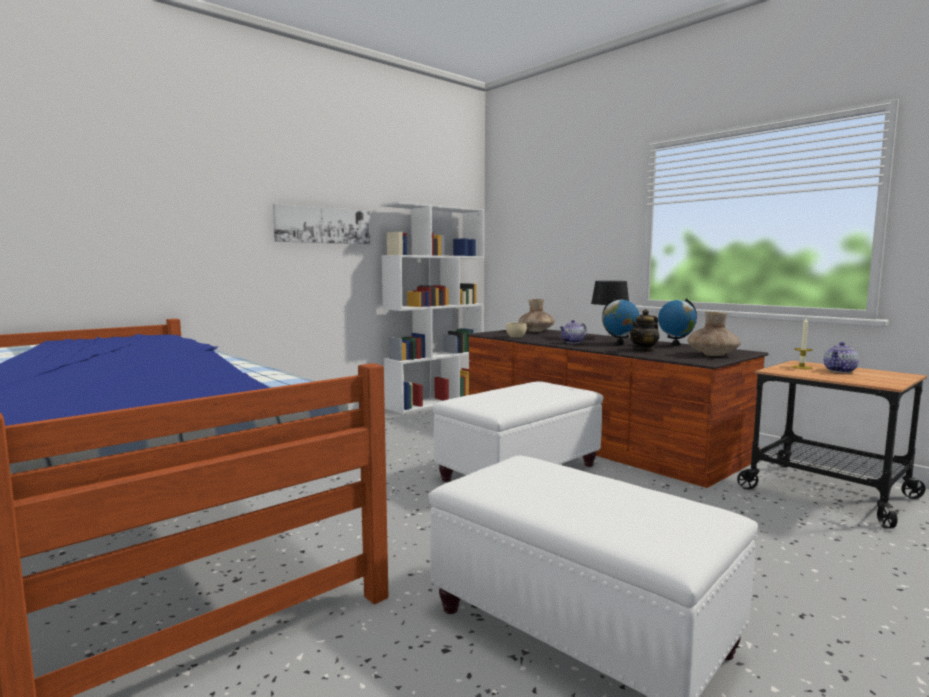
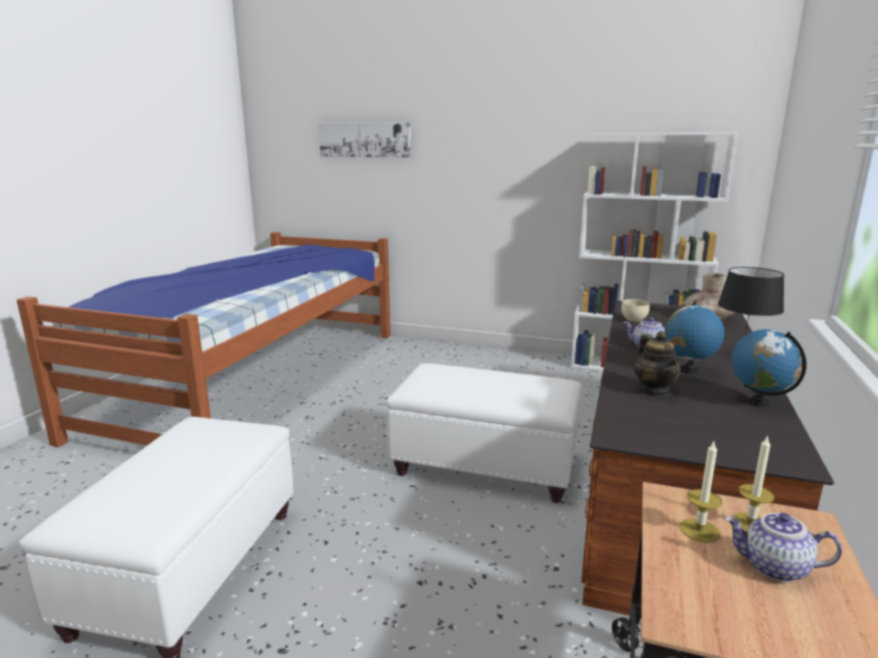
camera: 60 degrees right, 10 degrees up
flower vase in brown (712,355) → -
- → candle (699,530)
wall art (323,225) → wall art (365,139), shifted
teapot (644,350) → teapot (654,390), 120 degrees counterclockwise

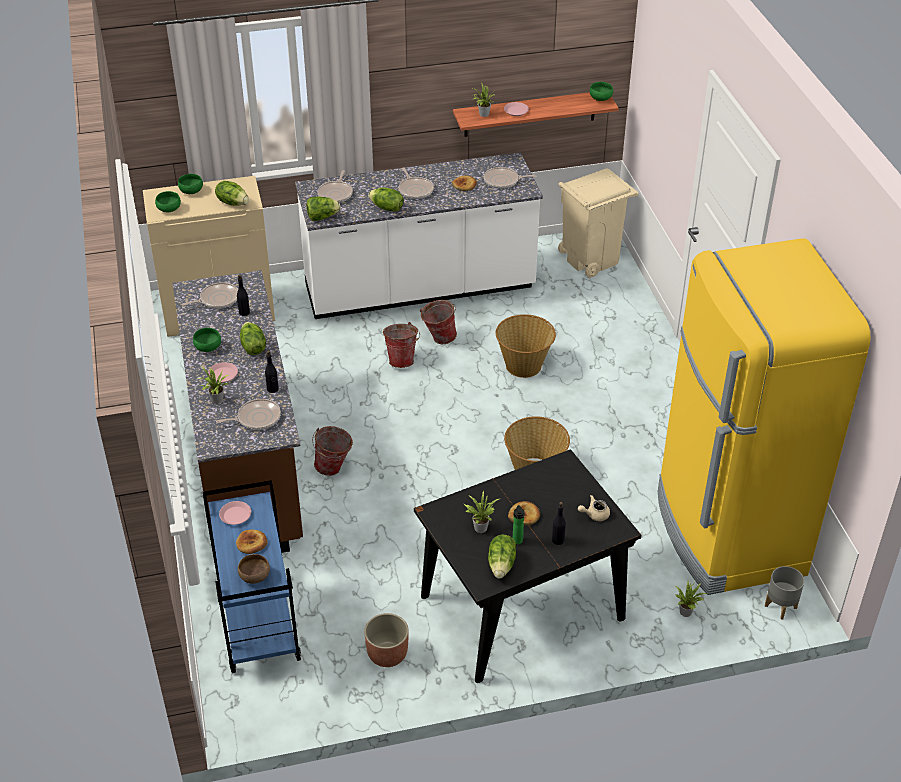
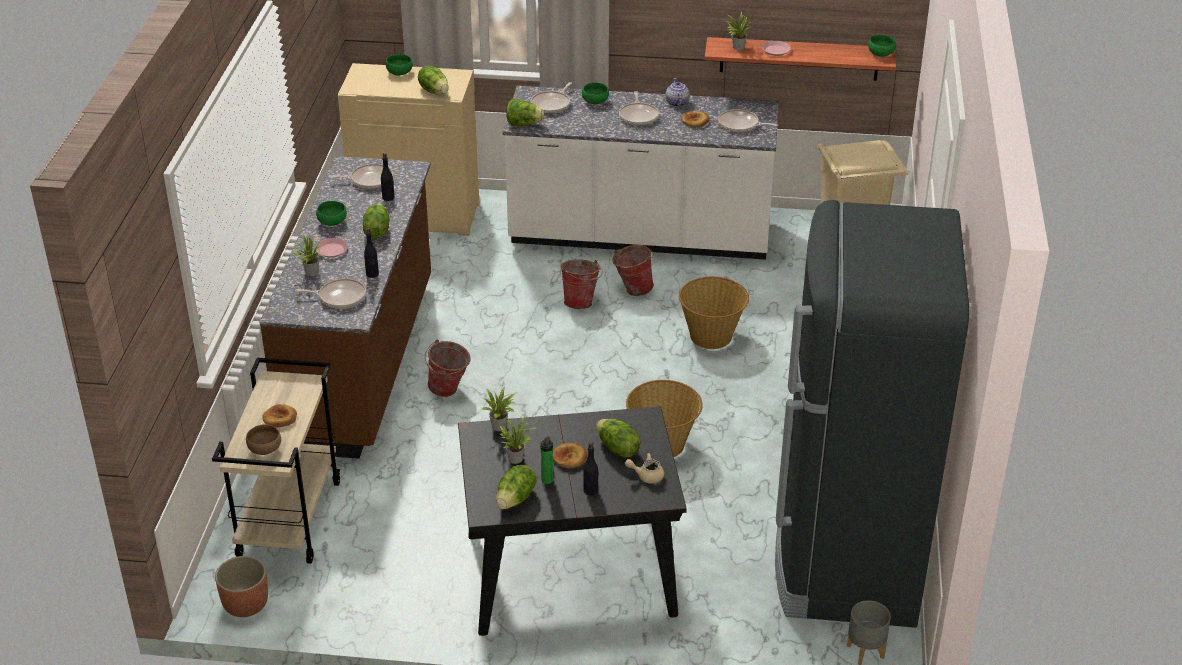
camera: 20 degrees right, 5 degrees down
dinner plate in pinkish (235,515) → -
- → teapot (676,103)
bowl in greenish (169,209) → bowl in greenish (596,102), shifted
flower pot (387,654) → flower pot (245,604), shifted
head of lettuce (386,208) → head of lettuce (617,449), shifted
potted plant (687,611) → potted plant (501,426), shifted
cart in blue (258,623) → cart in beige (289,518)
kitchen fridge in yellow-coloured (727,534) → kitchen fridge in black (846,561)

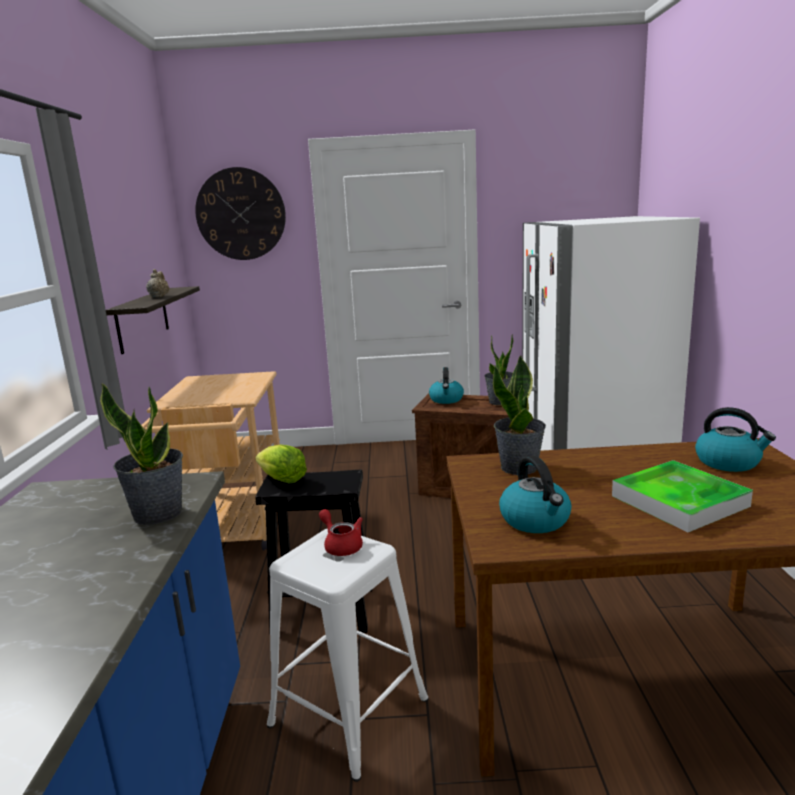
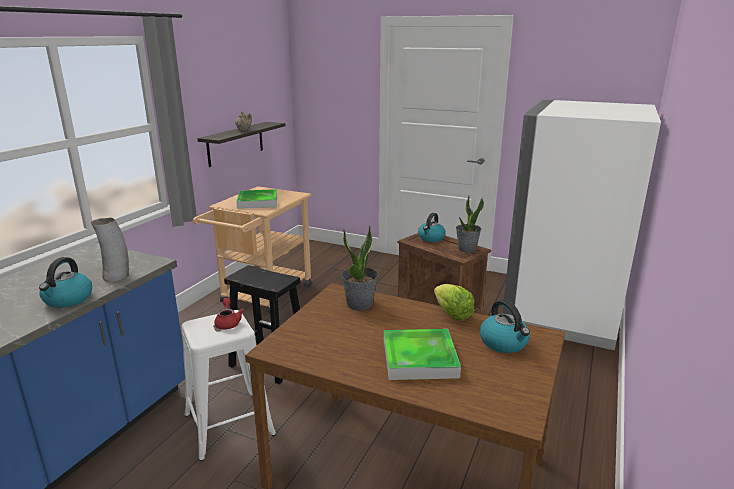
camera: 25 degrees right, 5 degrees up
hanging clock (241,214) → -
- → tray (257,202)
head of lettuce (282,479) → head of lettuce (452,314), shifted
kettle (536,520) → kettle (68,299), shifted
potted plant (158,513) → flower vase (117,276)

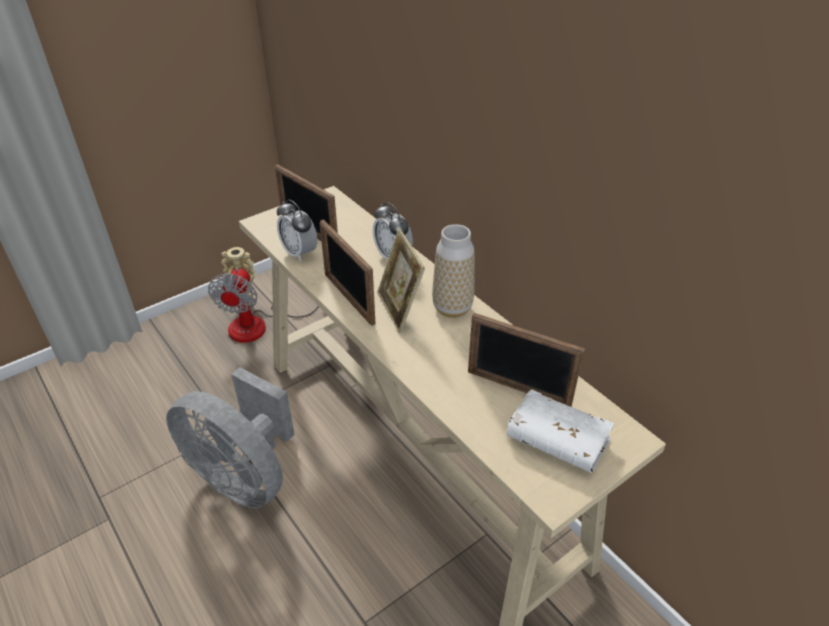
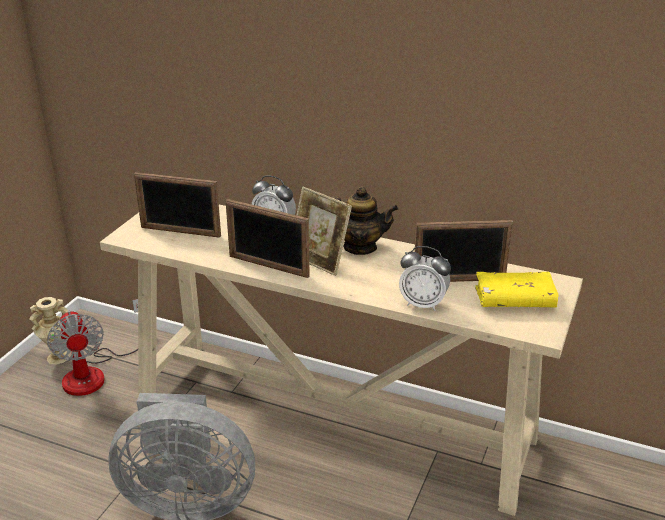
camera: 30 degrees left, 10 degrees down
bedside clock (299,253) → bedside clock (423,304), shifted
flower vase (452,308) → teapot (359,247)
volume in white (557,439) → volume in yellow-coloured (514,300)

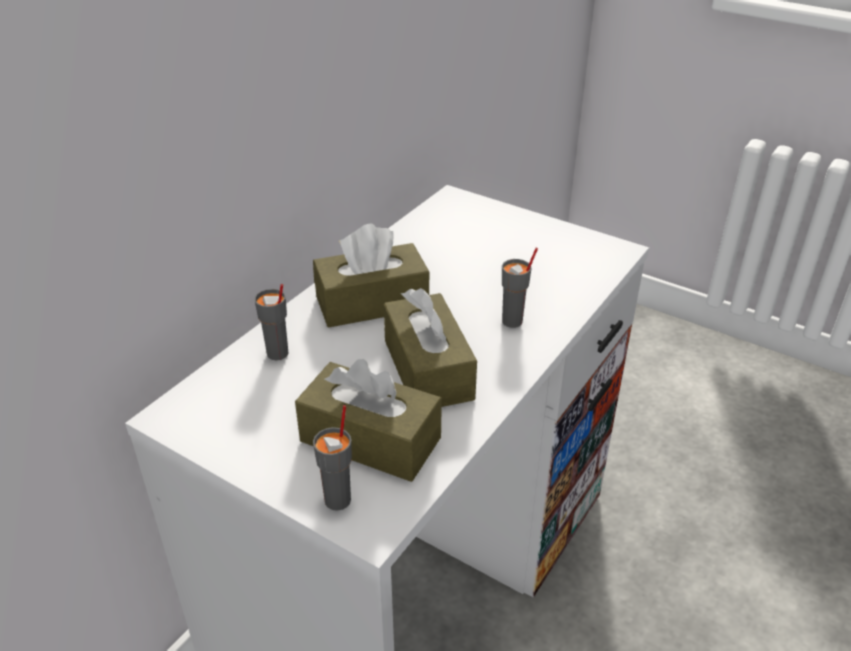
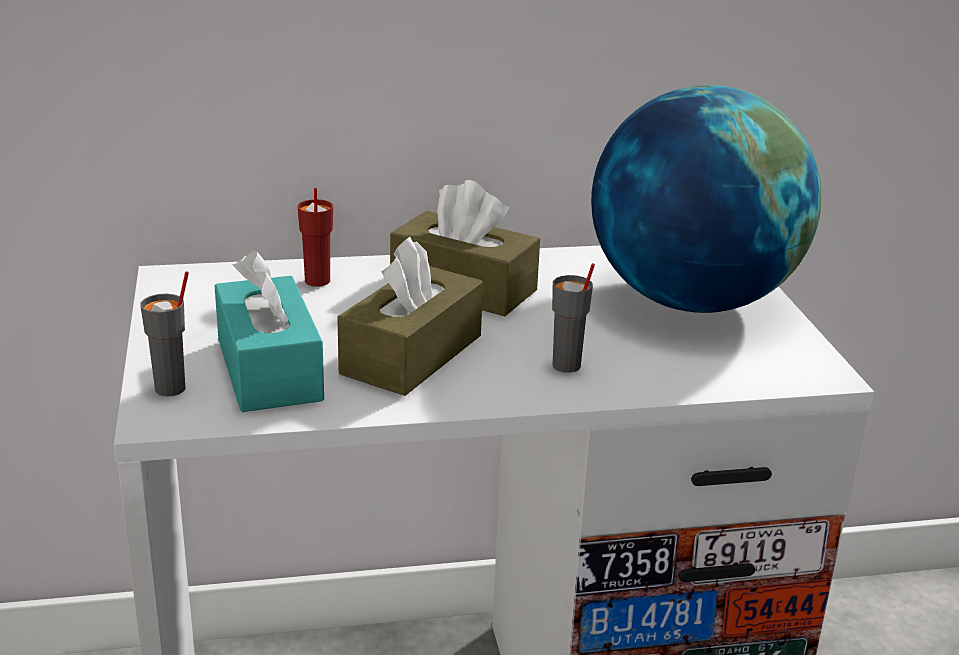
camera: 45 degrees right, 10 degrees down
- → desk globe (691,300)
small cup in gray (278,354) → small cup in red-coloured (317,281)
tissue box in brown (370,439) → tissue box in turquoise-coloured (269,369)

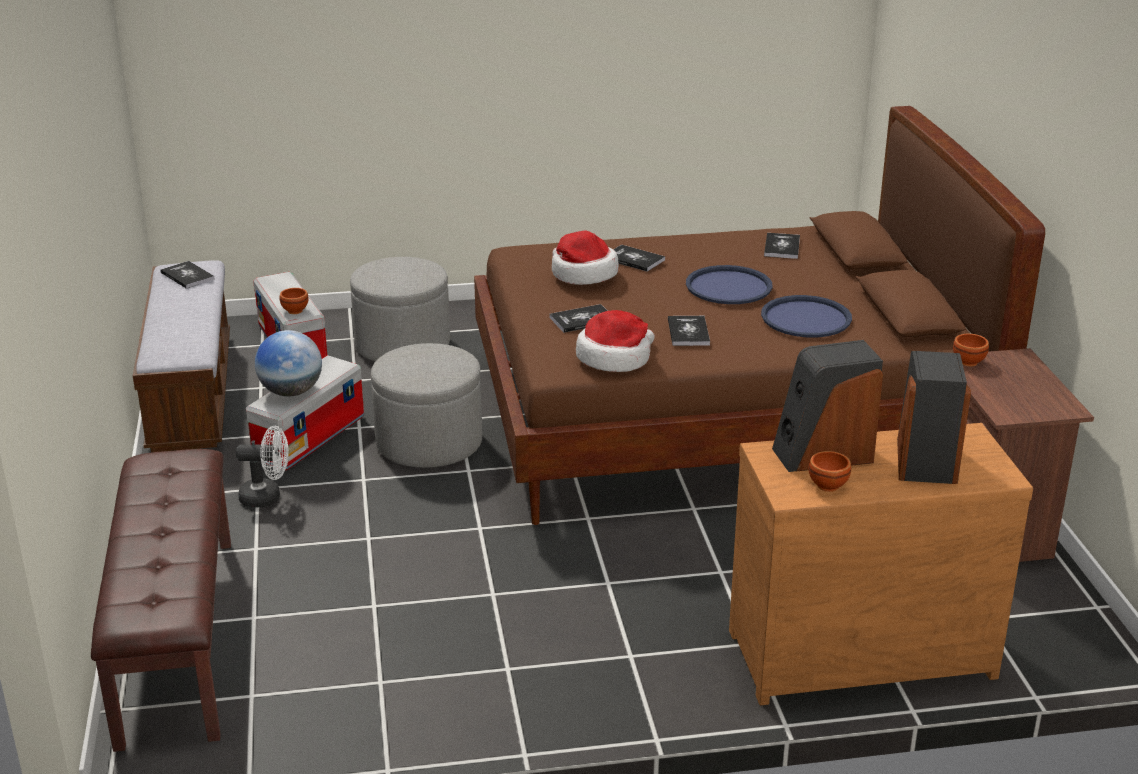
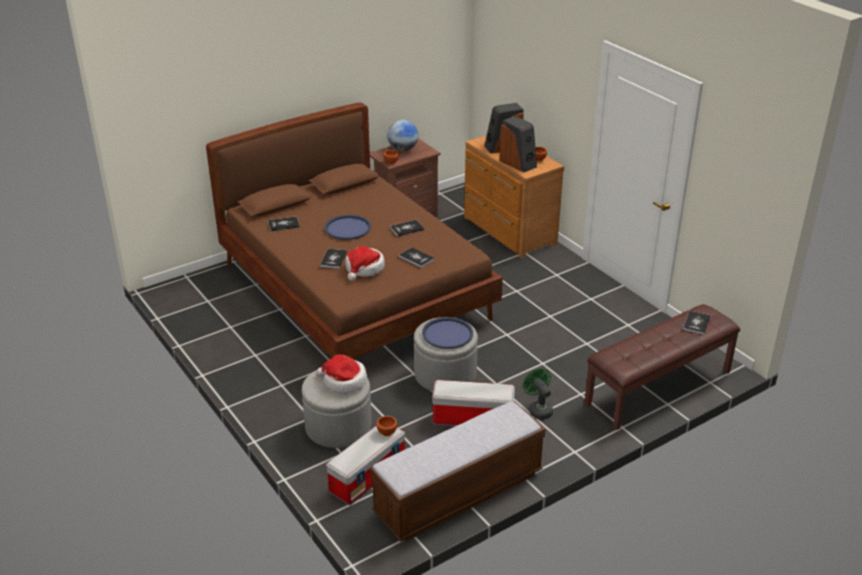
camera: 115 degrees left, 5 degrees up
volume (187,276) → volume (696,323), shifted
desk globe (291,392) → desk globe (403,149), shifted
wearable hat (615,357) → wearable hat (344,381), shifted
tray in blue (806,318) → tray in blue (447,334), shifted
cooling fan in white (267,497) → cooling fan in greenish (538,409)

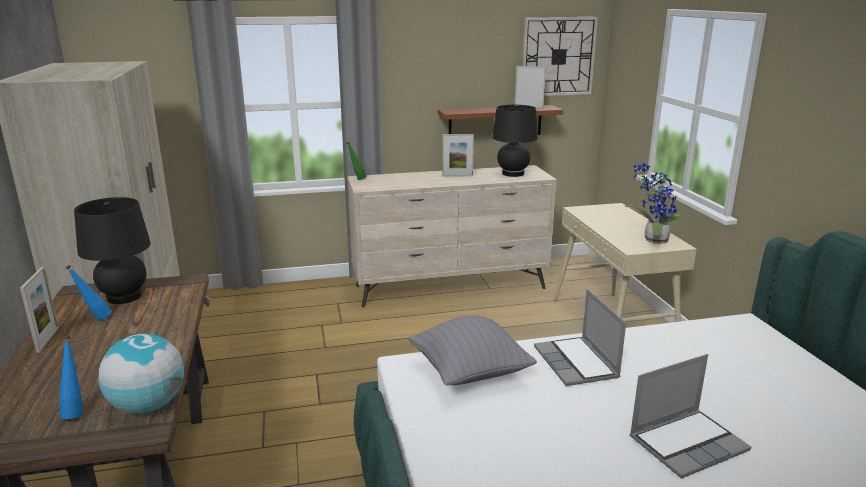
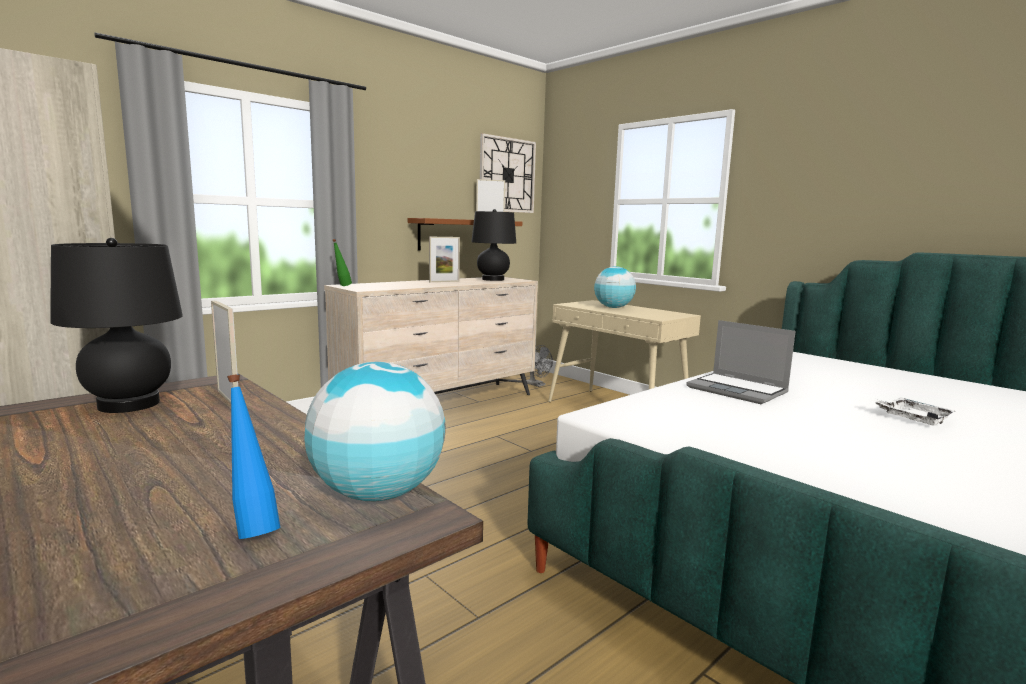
camera: 30 degrees left, 10 degrees down
beverage bottle in blue (95,319) → -
throw pillow in gray (469,373) → -
potted plant (652,240) → -
- → cooling fan in gray (537,385)
- → desk globe (613,307)
picture frame (48,339) → picture frame (228,398), shifted
portable computer (688,443) → tray in white (912,418)

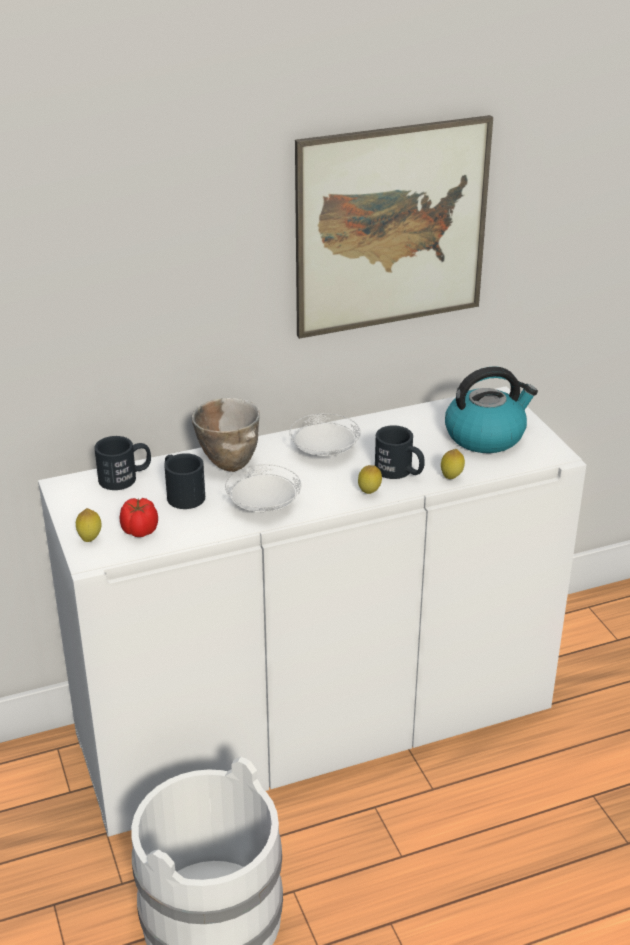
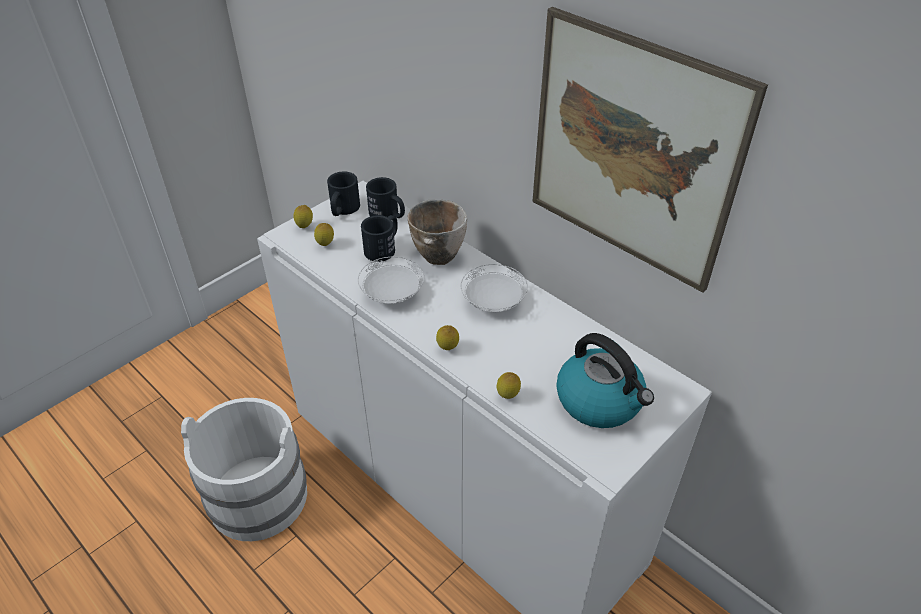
camera: 65 degrees right, 10 degrees up
mug in black (400,472) → mug in black (343,210), shifted
fresh tomato (139,531) → whole lemon (325,245)

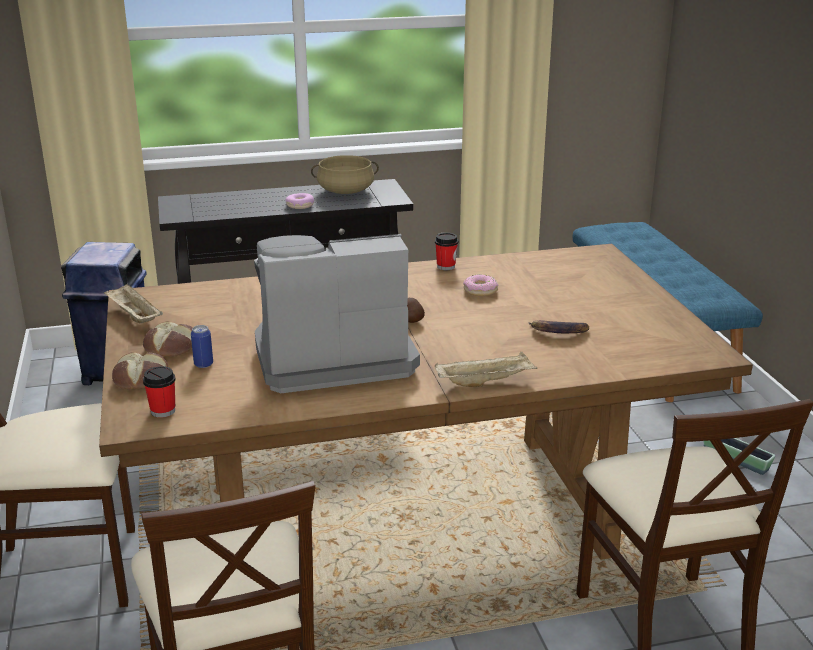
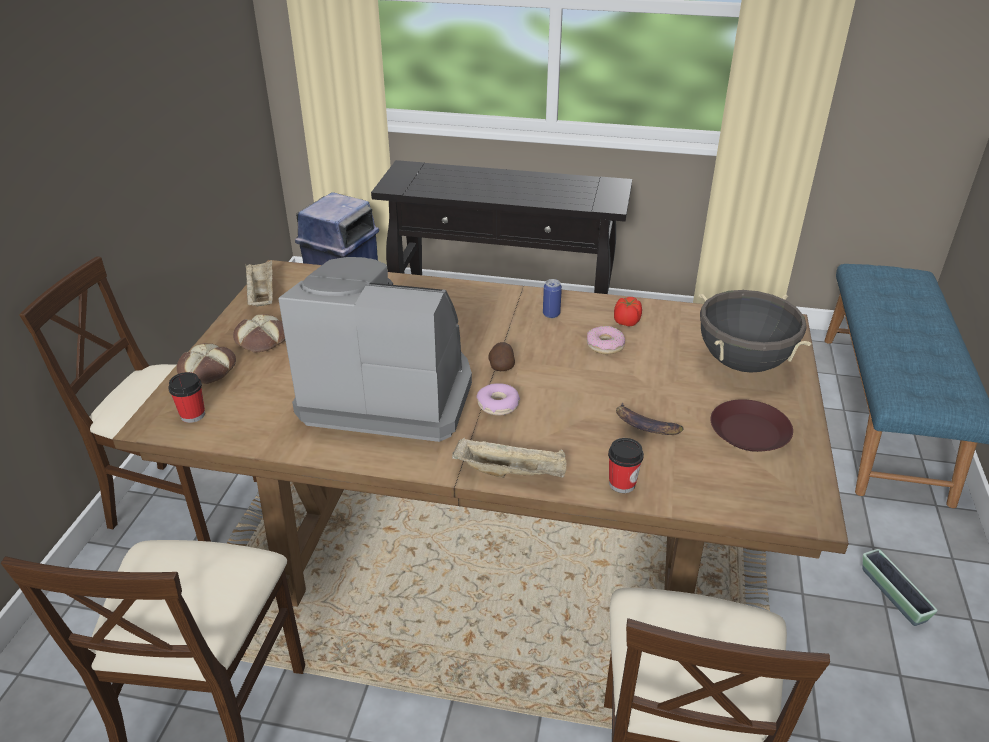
camera: 25 degrees right, 10 degrees up
stockpot in beige (346,191) → -
- → fresh tomato (626,322)
- → stockpot in black (743,363)
- → dinner plate in brown (750,432)
can (203,364) → can (551,314), shifted
doughnut (300,206) → doughnut (498,405), shifted
small cup (446,266) → small cup (622,484), shifted

